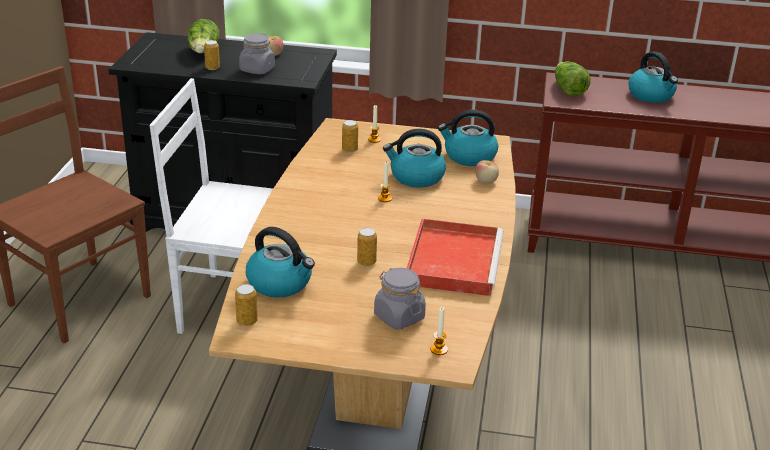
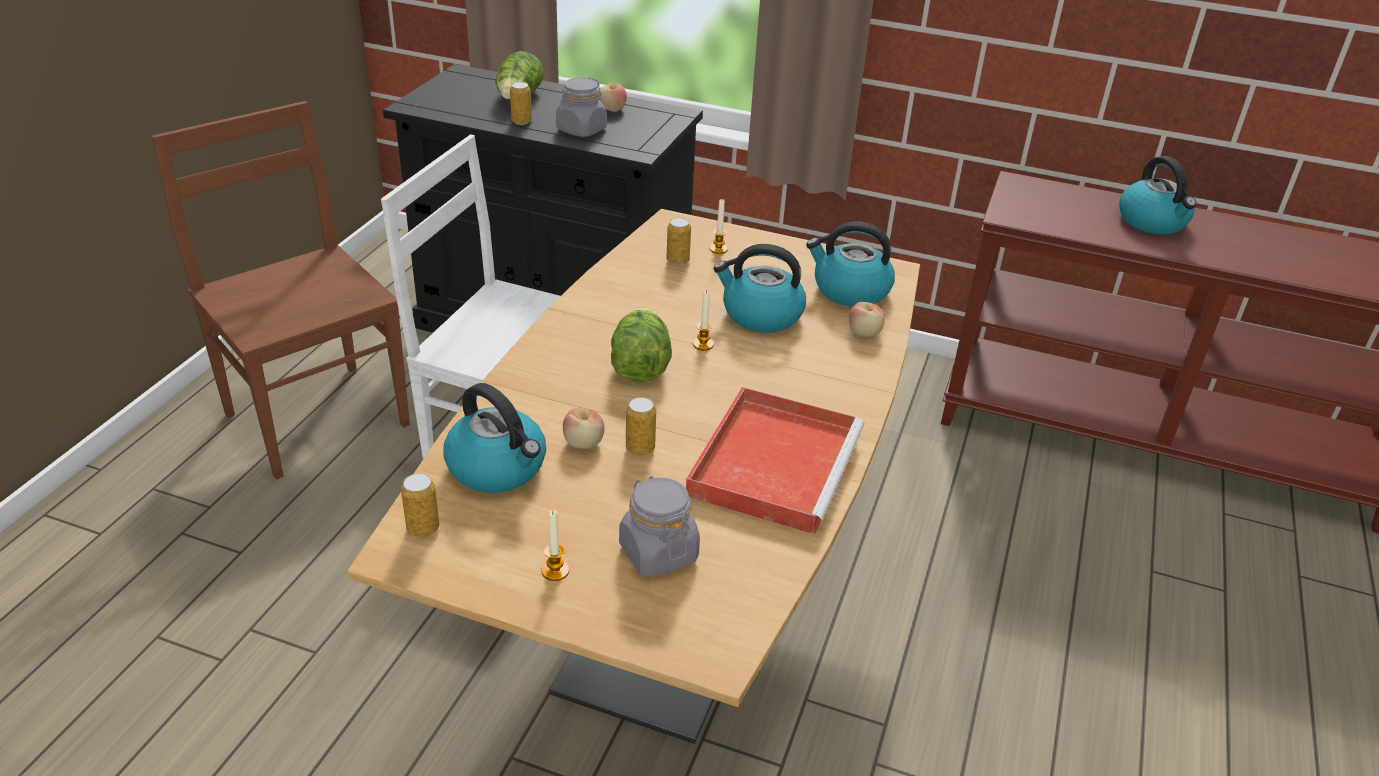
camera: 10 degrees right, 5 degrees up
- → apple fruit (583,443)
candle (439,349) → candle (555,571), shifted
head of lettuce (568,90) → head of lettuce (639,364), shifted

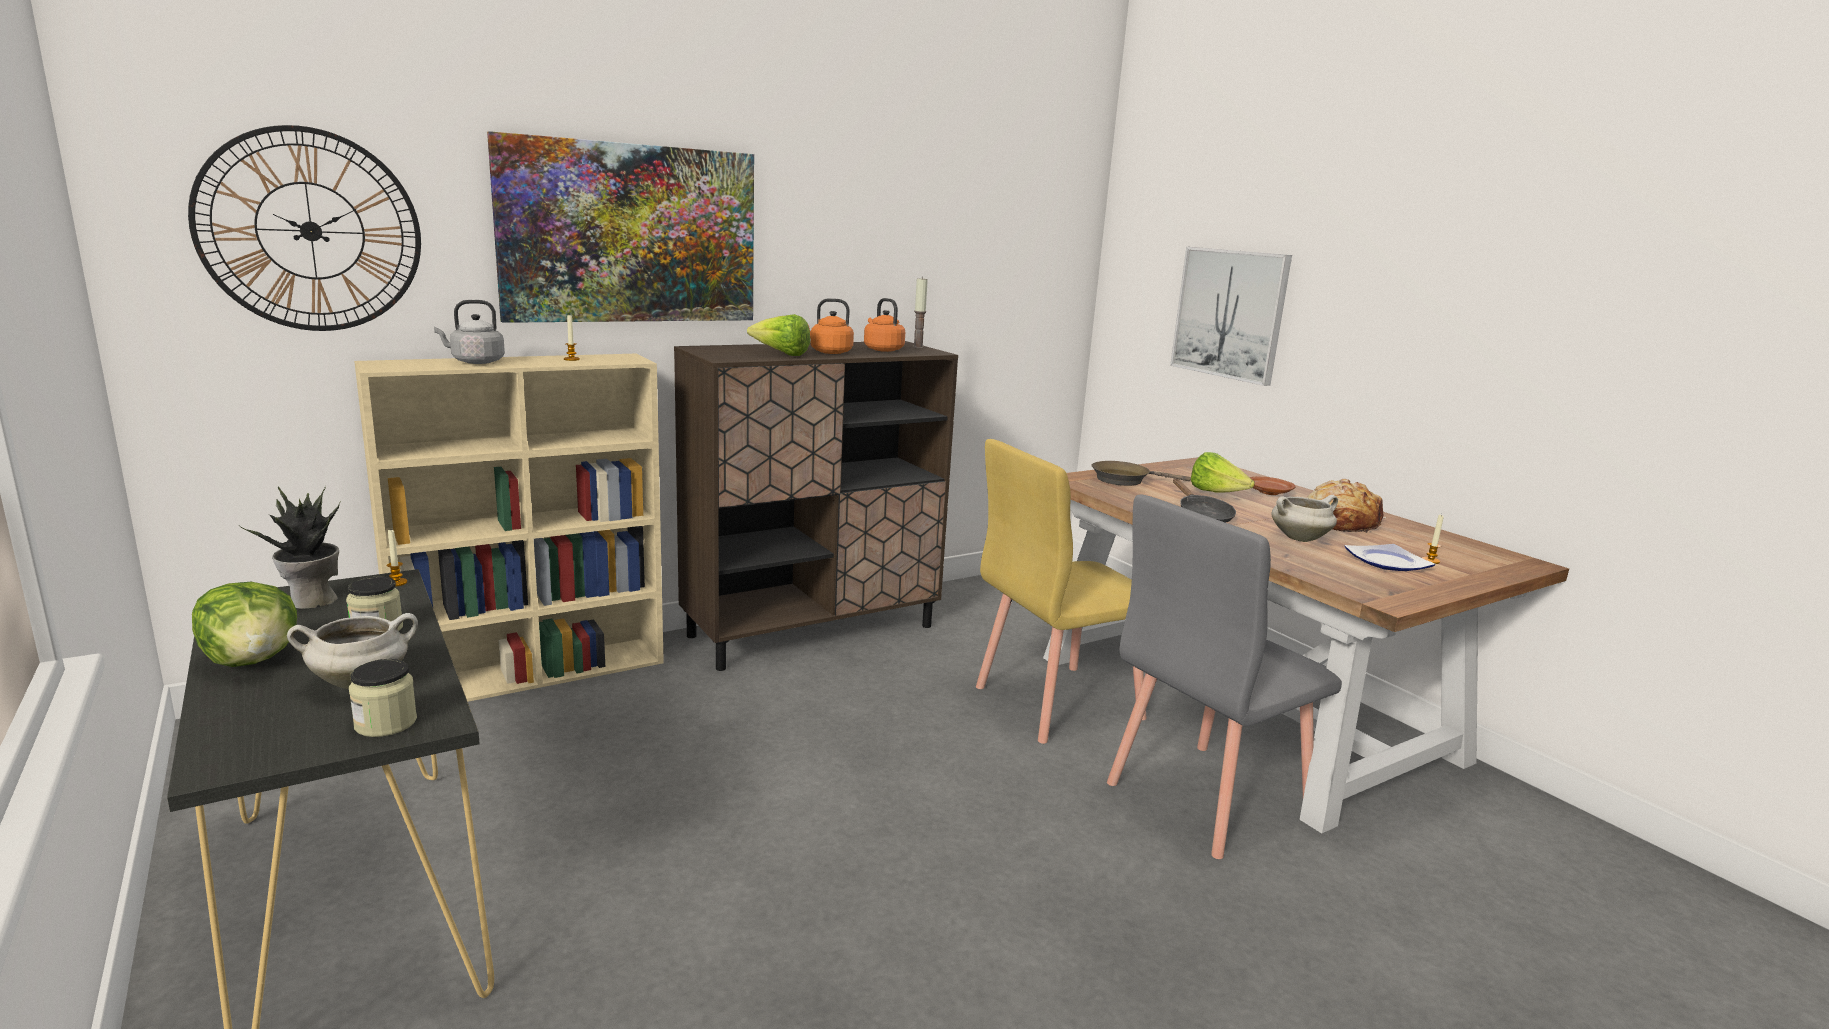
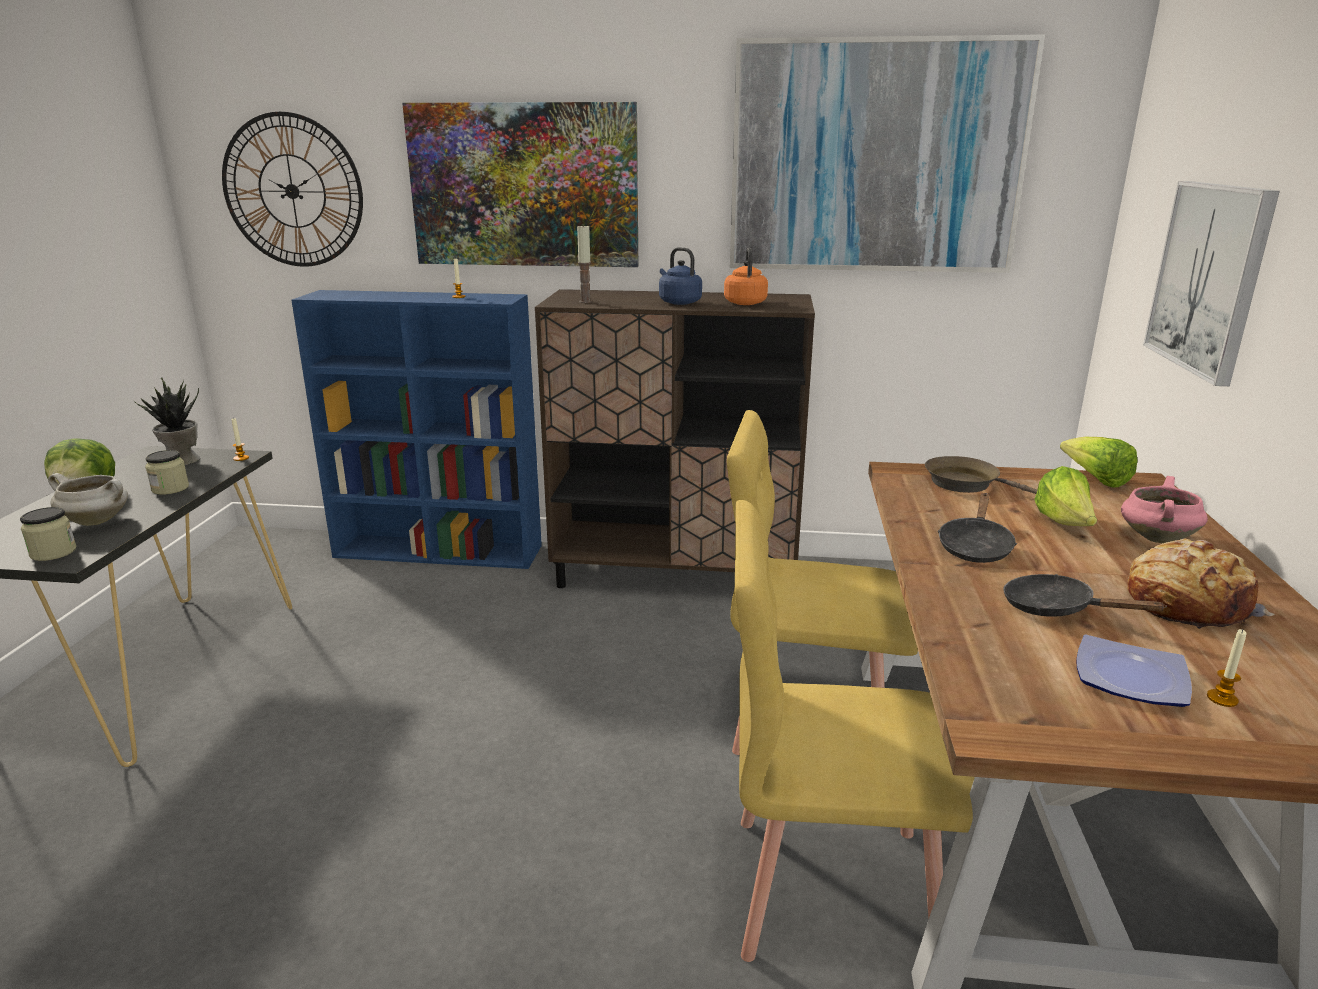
camera: 40 degrees right, 5 degrees up
kettle in gray (475,362) → -
- → wall art (875,158)
head of lettuce (781,354) → head of lettuce (1096,480), shifted
candle (918,347) → candle (585,301), shifted
dinner plate in brown (1268,492) → stockpot in pinkish (1156,538)
stockpot in white (1300,538) → pan in black (1056,609)
bookshelf in beige (535,673) → bookshelf in blue (440,551)
kettle in orangey (828,352) → kettle in blue (678,302)
plain chair in gray (1206,797) → plain chair in yellow-coloured (830,888)

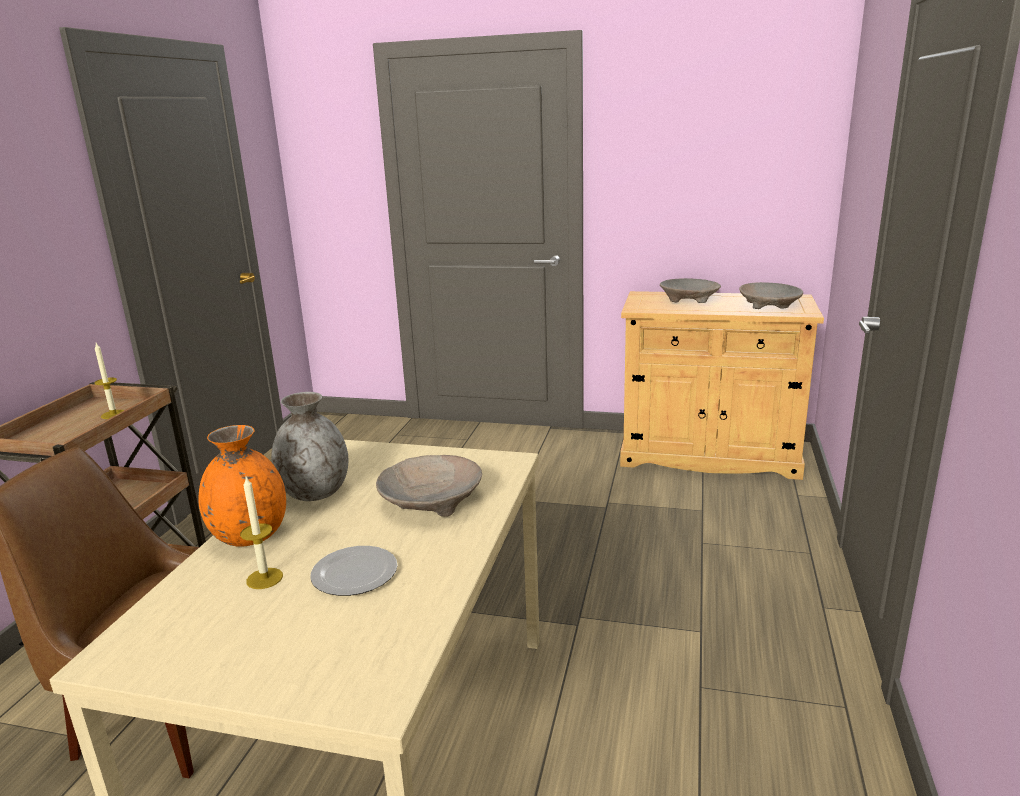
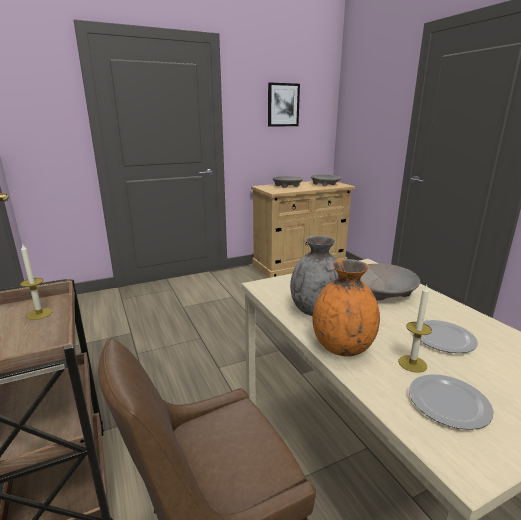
camera: 40 degrees left, 0 degrees up
- → wall art (283,105)
- → dinner plate (447,402)

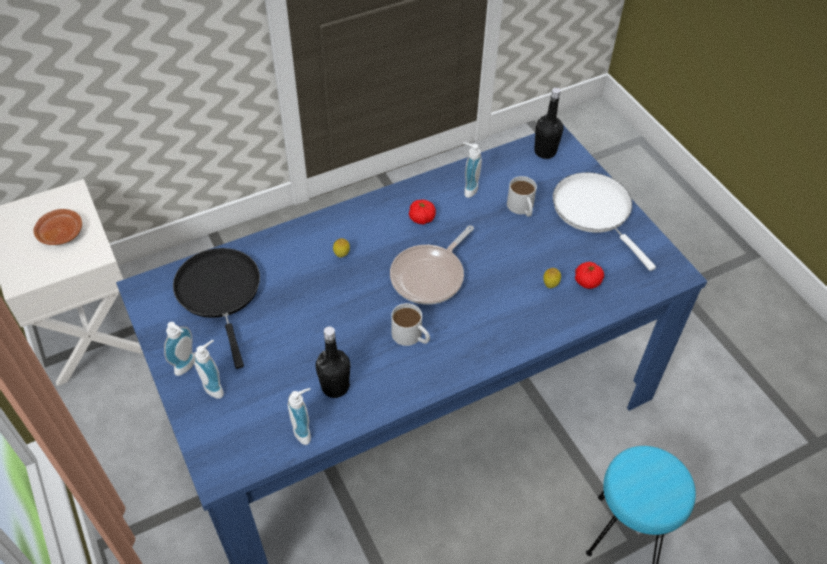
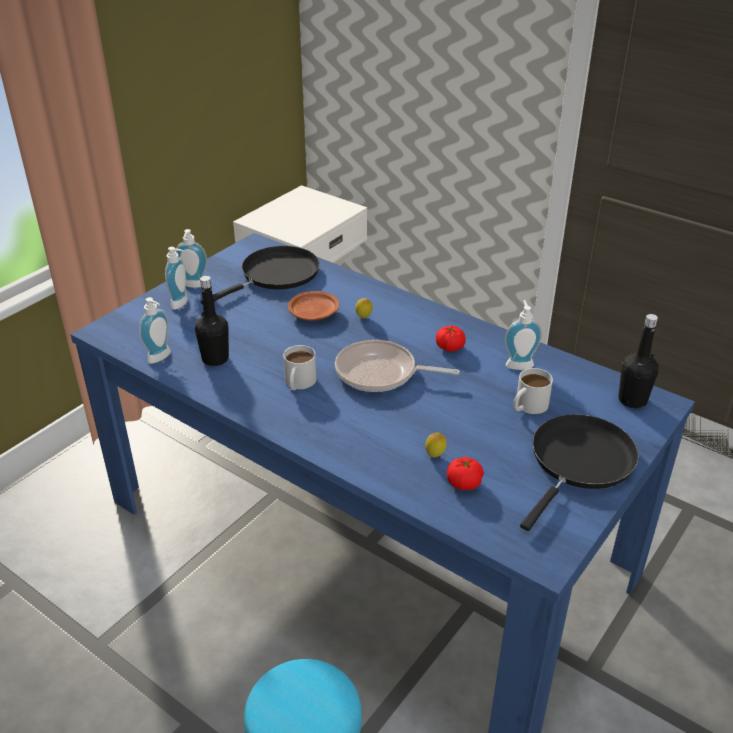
camera: 65 degrees right, 15 degrees down
dinner plate in brown (60,233) → dinner plate in brown (314,313), shifted
pan in white (595,211) → pan in black (579,462)

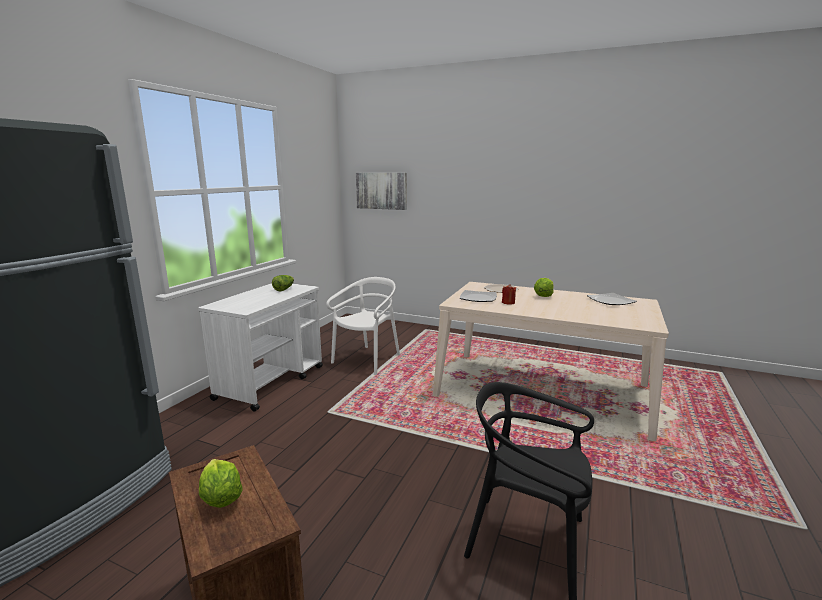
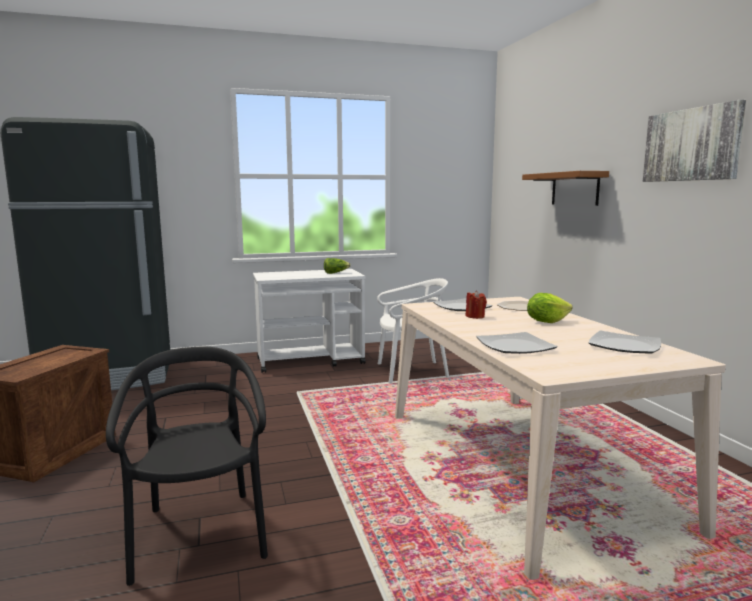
camera: 50 degrees right, 5 degrees down
head of lettuce (221,498) → -
- → dinner plate (516,346)
- → wall shelf in brown (575,189)
wall art (381,190) → wall art (691,145), shifted

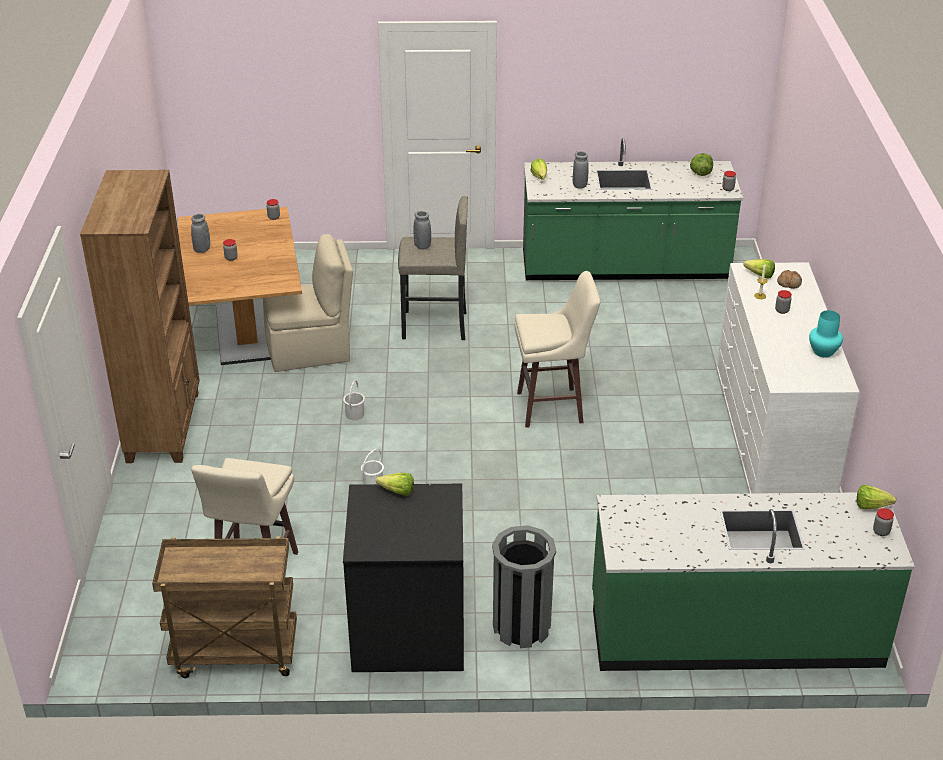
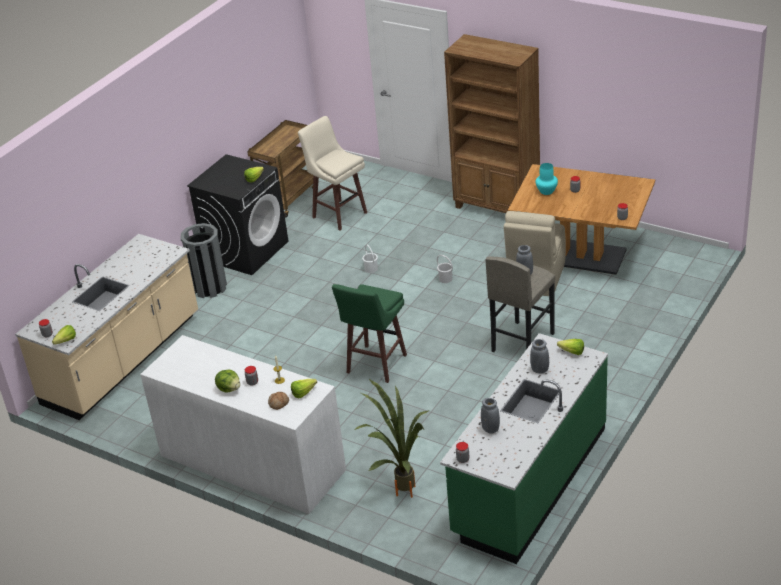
camera: 125 degrees right, 0 degrees up
- → potted plant (399,489)
flower vase in gray (202,249) → flower vase in gray (490,429), shifted
head of lettuce (700,173) → head of lettuce (229,388), shifted
flower vase in turquoise-coloured (823,352) → flower vase in turquoise-coloured (546,191), shifted
stool seat in beige (552,408) → stool seat in greenish (375,365)
counter in greenish (734,631) → counter in beige (123,360)

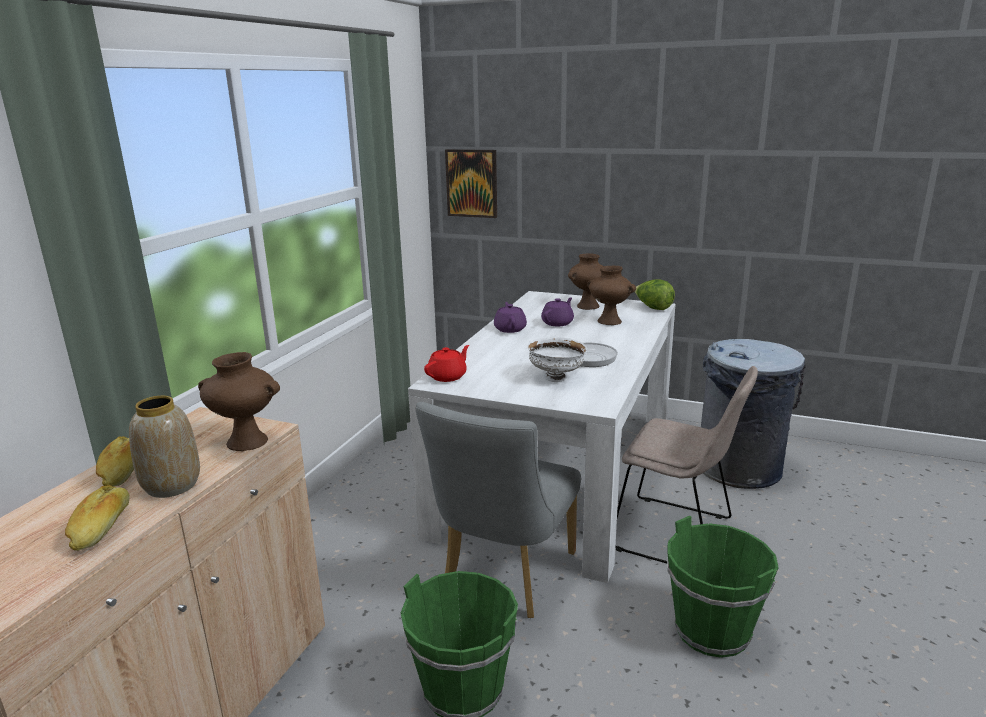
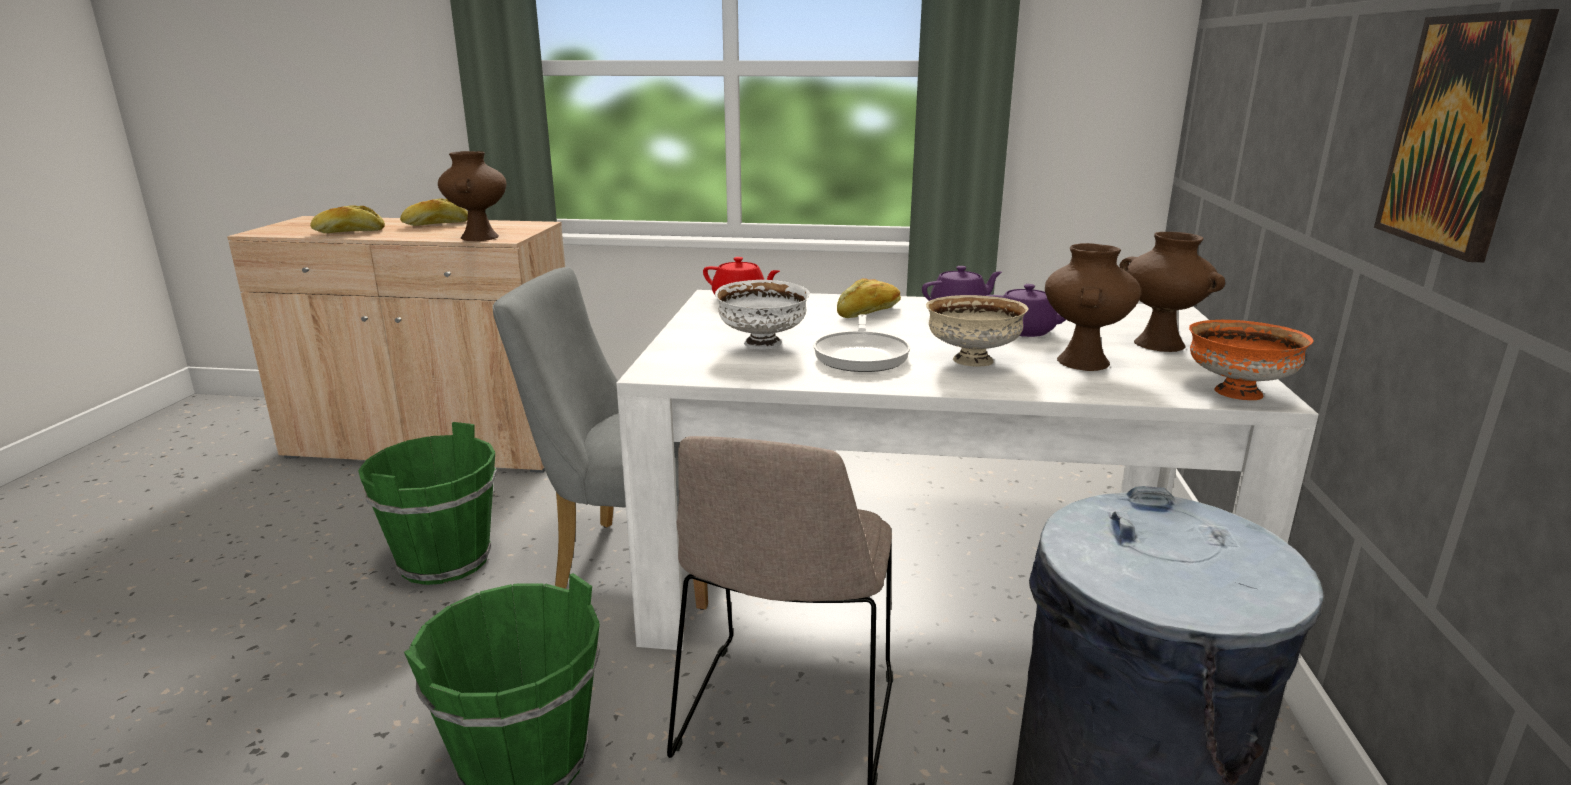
camera: 75 degrees right, 0 degrees up
flower vase (172,485) → -
- → baked bread (869,312)
- → bowl in beige (971,360)
wall art (472,183) → wall art (1461,133), shifted
head of lettuce (653,308) → bowl in orangey (1236,393)

